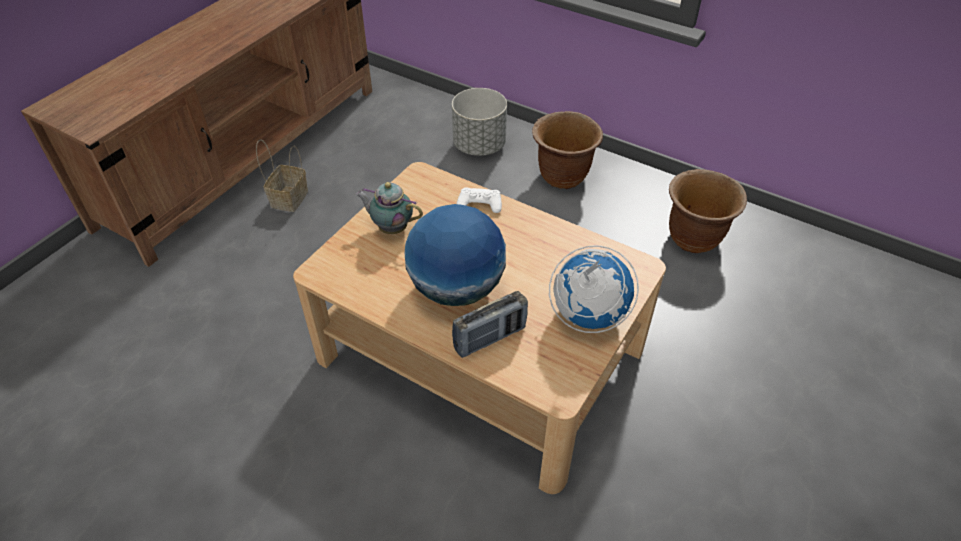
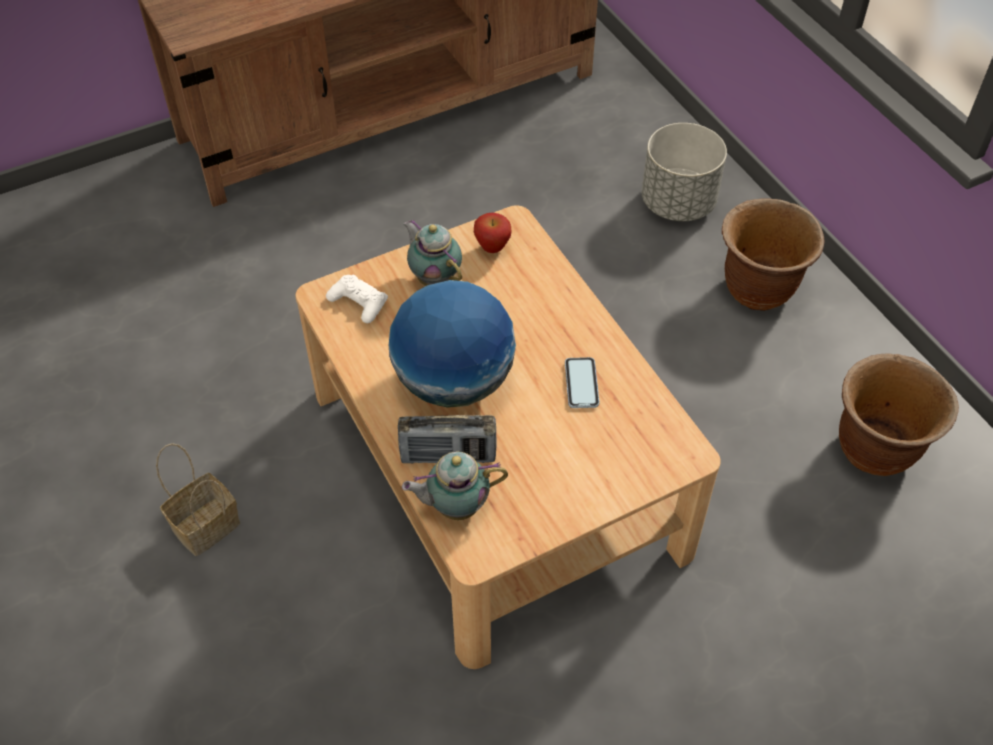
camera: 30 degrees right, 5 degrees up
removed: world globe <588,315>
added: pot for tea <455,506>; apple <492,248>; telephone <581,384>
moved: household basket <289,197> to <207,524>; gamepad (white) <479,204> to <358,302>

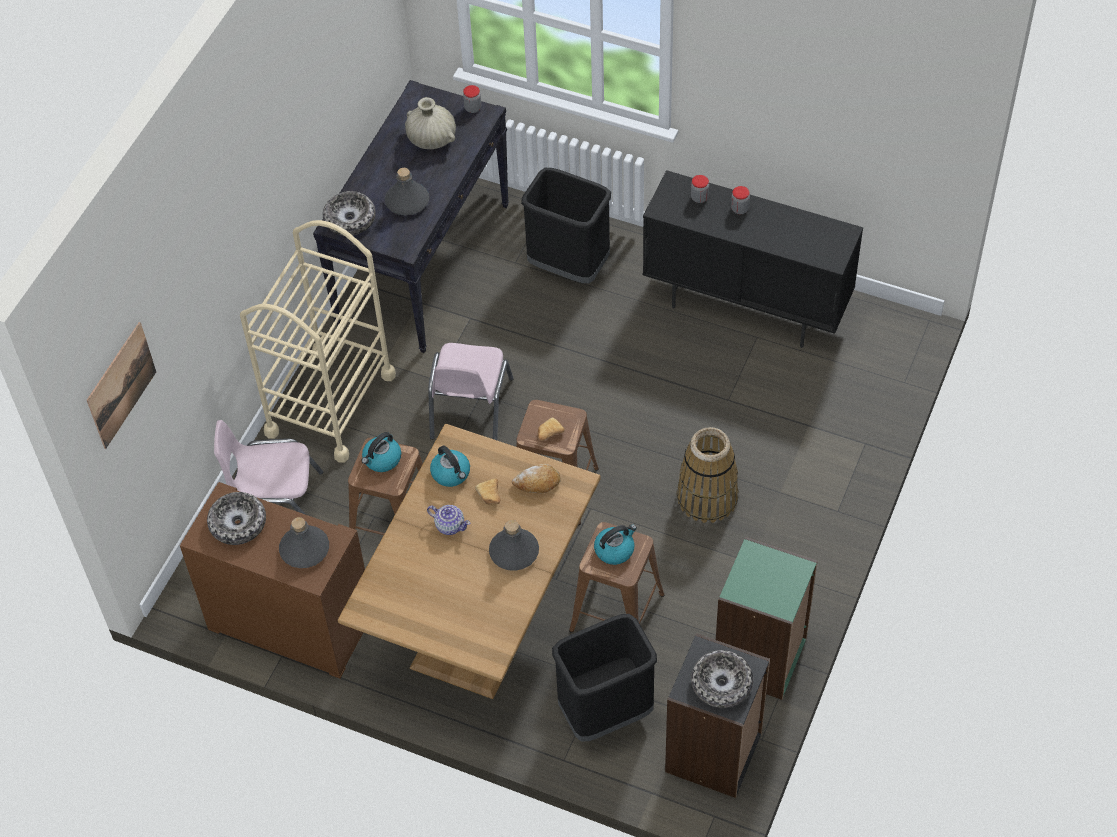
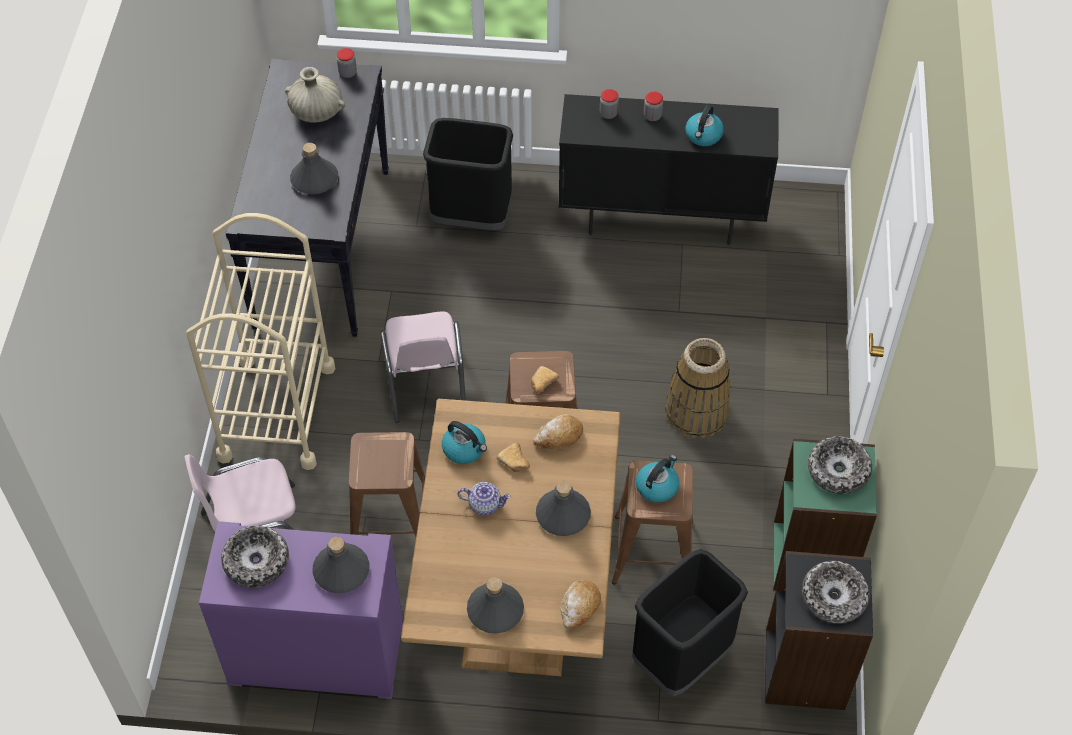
camera: 20 degrees left, 0 degrees up
removed: wall picture <121,385>
added: drink bottle (greyish) <495,610>; bakery bread <579,607>
moved: bowl <350,219> to <838,470>; kettle <382,460> to <703,136>
recoloured: chest of drawers (brownish) <290,623> to chest of drawers (purplish) <316,654>

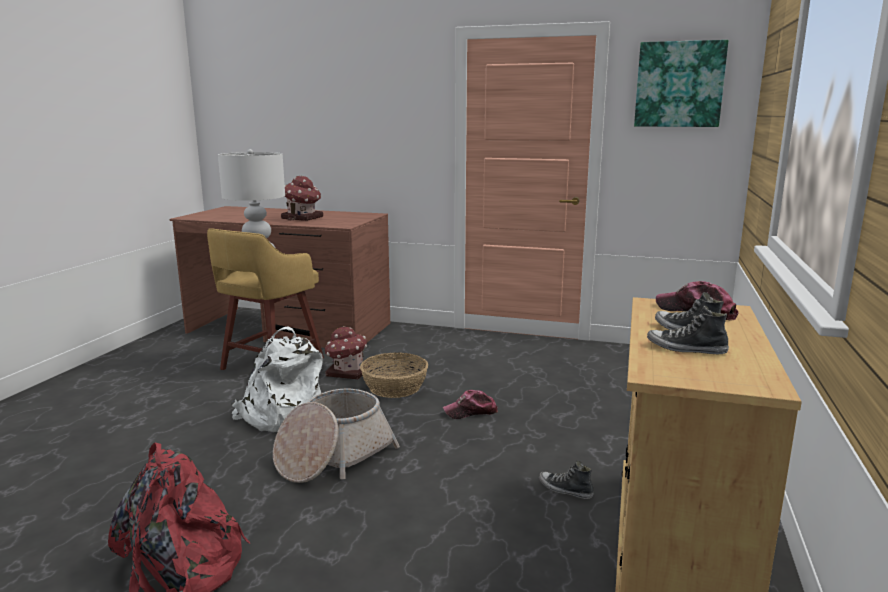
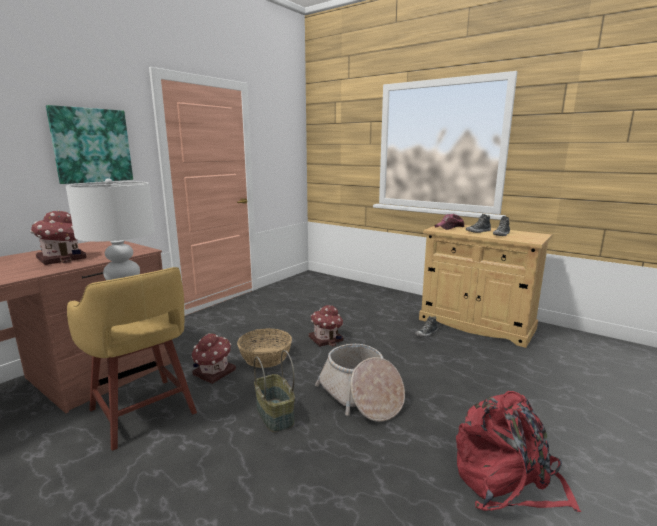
camera: 70 degrees left, 0 degrees up
moved: wall picture <679,84> to <91,145>
replaced: knapsack (white) <281,416> to household basket <274,415>; cap <471,412> to model house <326,339>

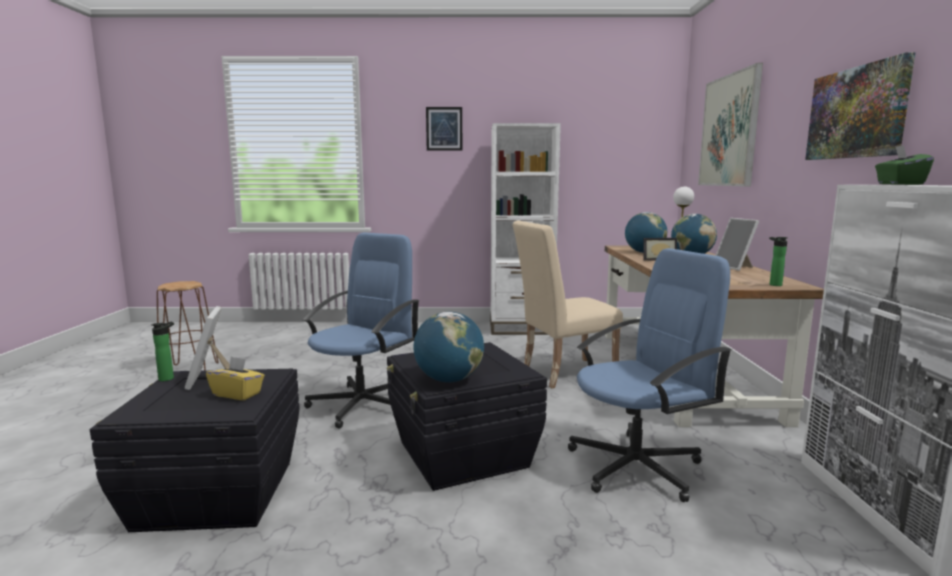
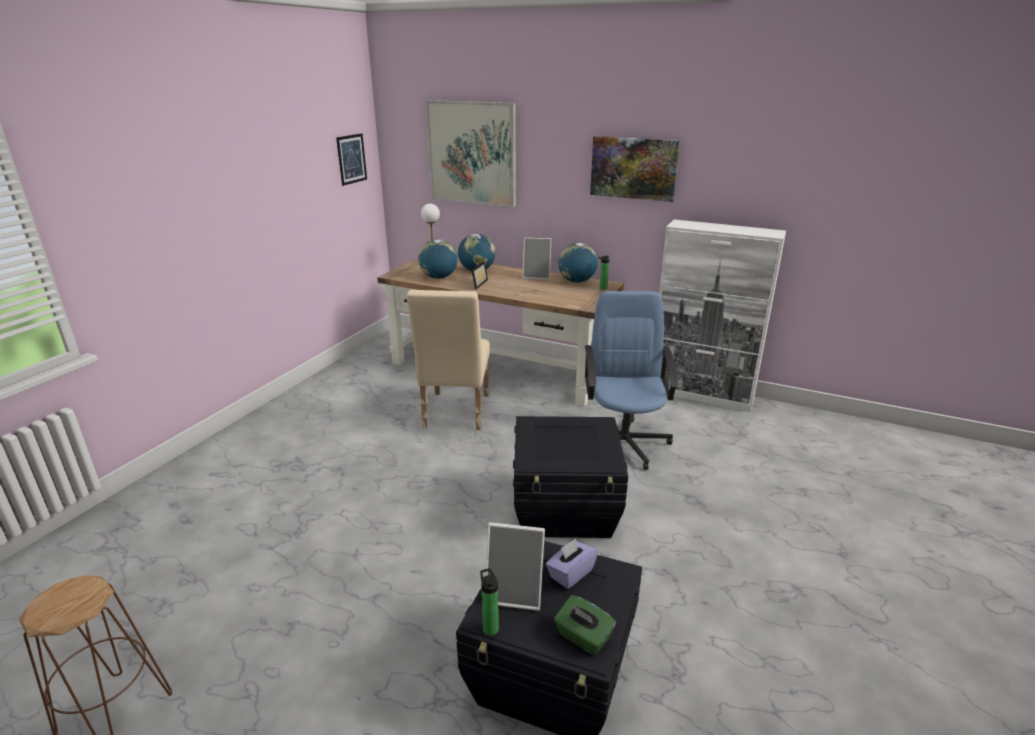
camera: 65 degrees left, 15 degrees up
removed: desk chair (blue-coloured) <363,404>; shelving unit (white) <521,328>
moved: world globe <449,380> to <577,281>; wall picture <444,128> to <351,159>; box of tissues (greenish) <899,184> to <583,637>
recoloured: box of tissues (yellowish) <237,394> to box of tissues (purplish) <570,573>

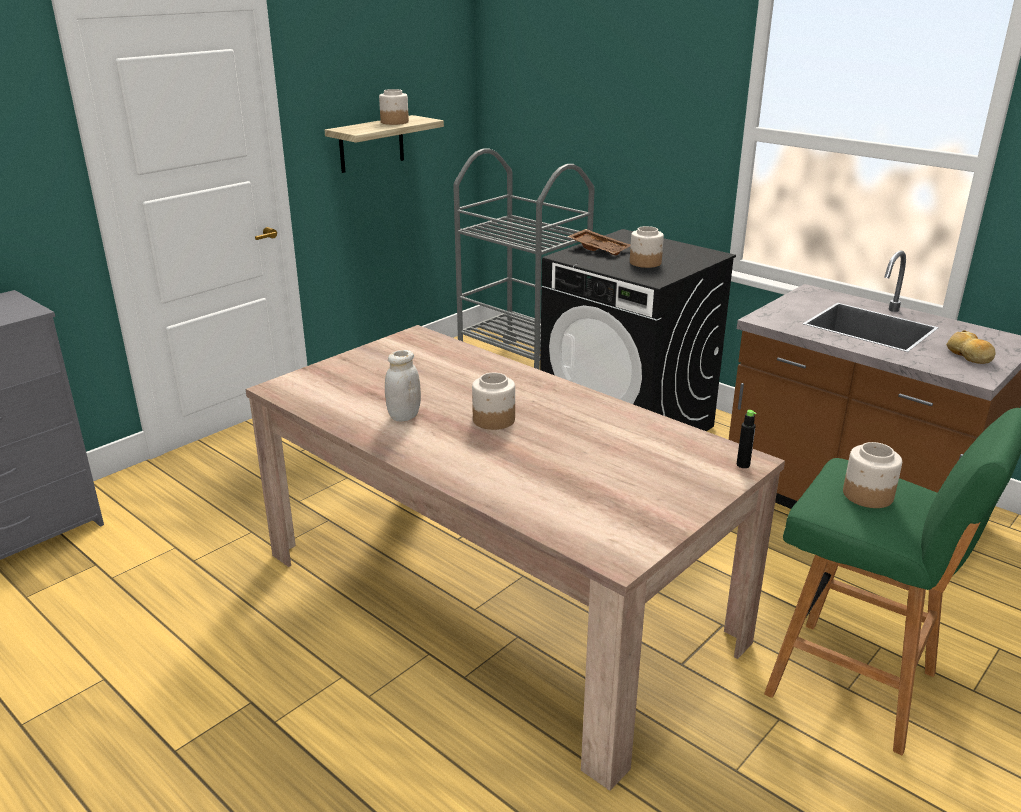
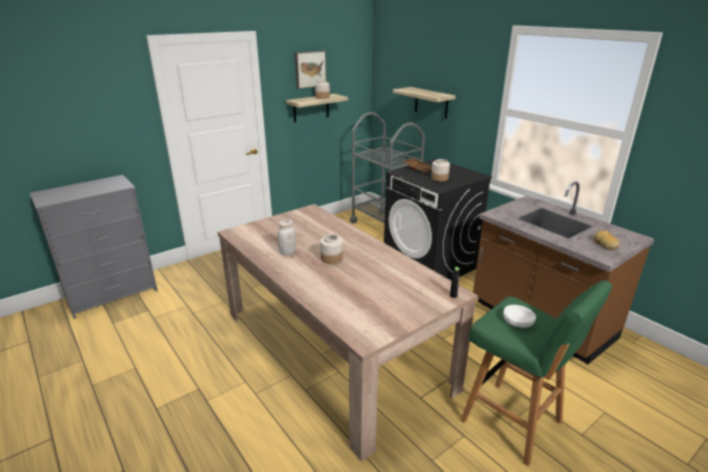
camera: 10 degrees right, 0 degrees up
added: wall picture <310,69>; shelf <431,102>
replaced: storage jar <867,495> to bowl (white) <518,320>

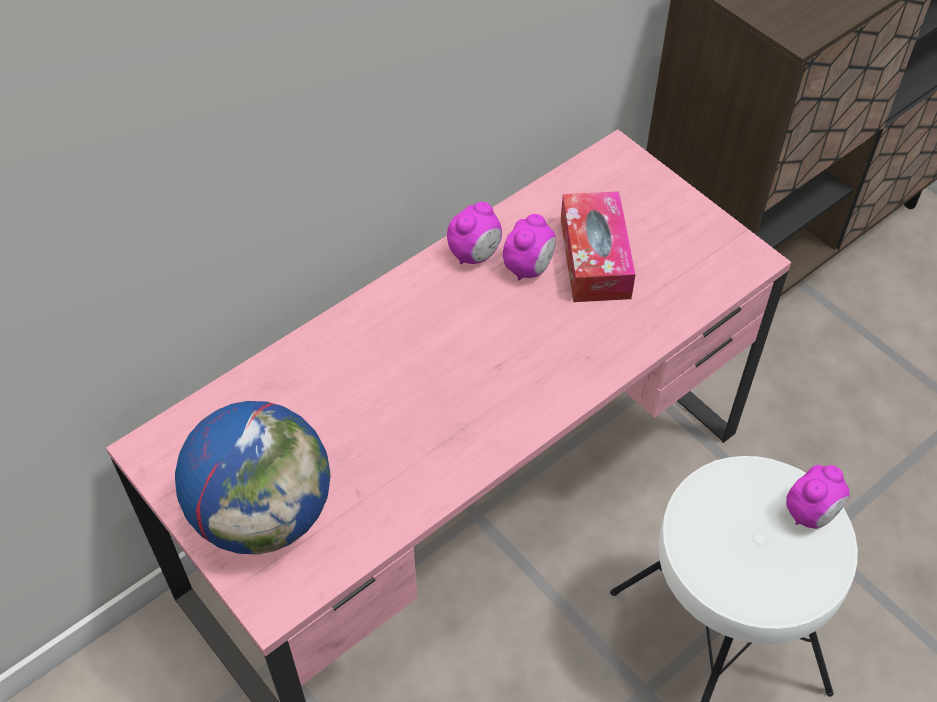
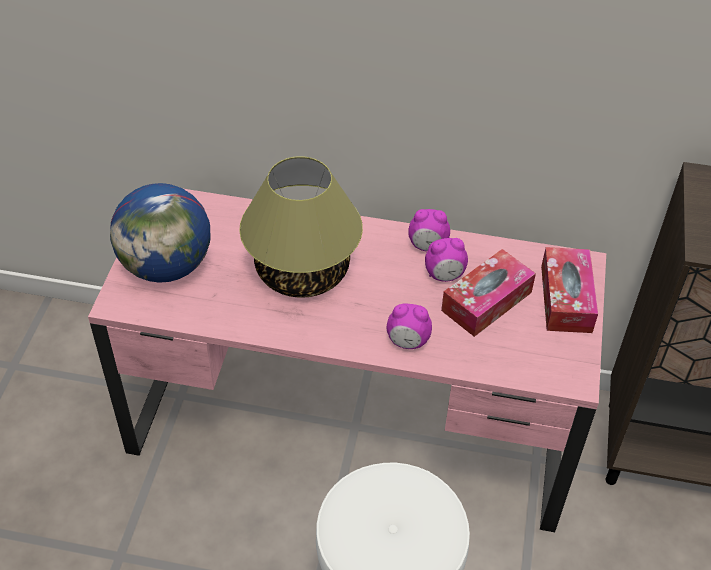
camera: 50 degrees right, 5 degrees down
added: tabletop lamp <301,272>; box of tissues <566,298>
moved: table clock <811,513> to <408,341>

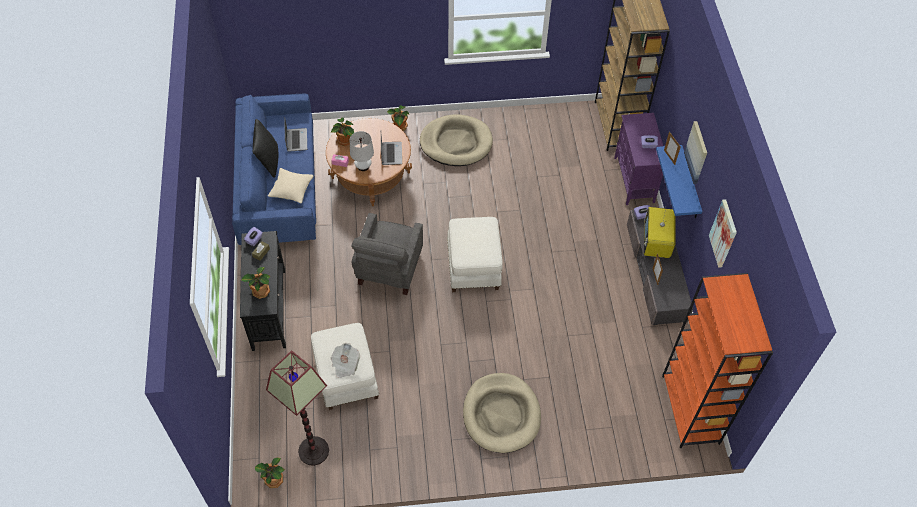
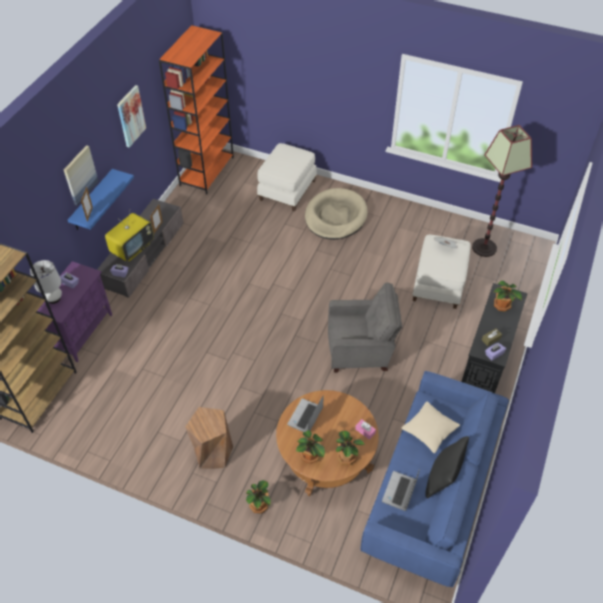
camera: 150 degrees left, 5 degrees down
moved: potted plant <273,479> to <310,456>; tabletop lamp (white) <363,166> to <54,298>; ottoman (white) <474,266> to <287,189>
replaced: pet bed (beige) <456,143> to stool (brownish) <213,453>
turned: lounge chair (greyish) <388,269> = <360,351> 45 degrees clockwise

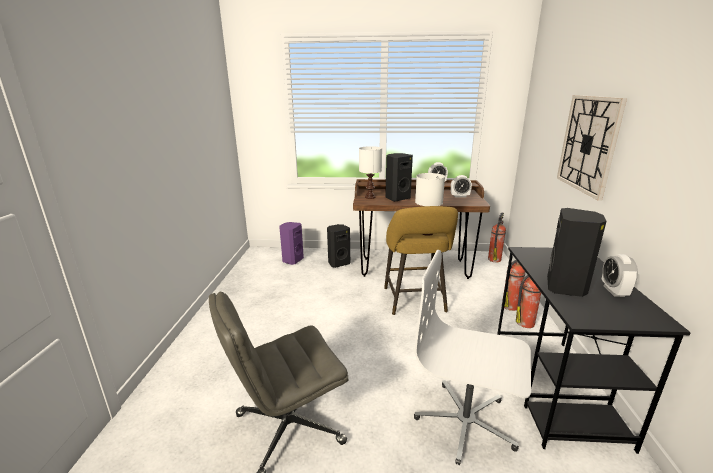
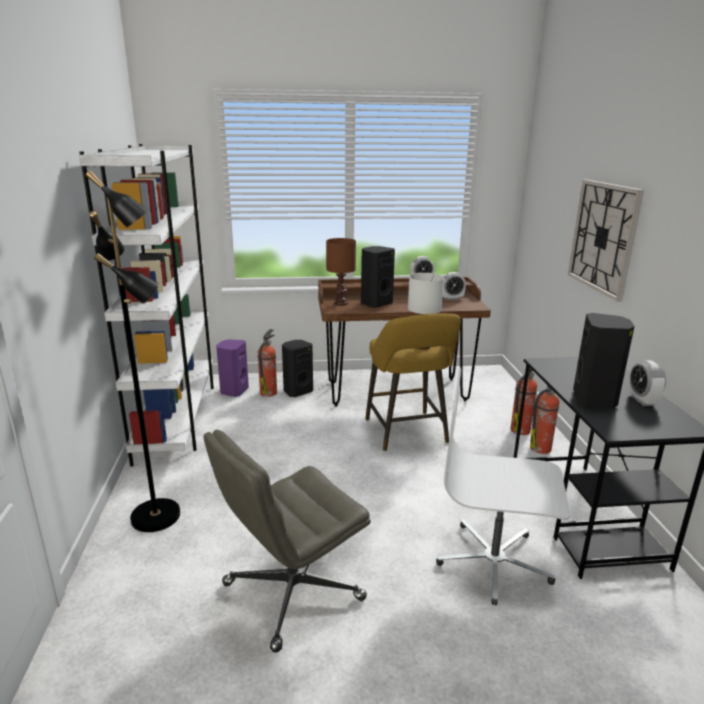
camera: 10 degrees left, 0 degrees up
added: shelving unit (white) <178,417>; standing lamp (black) <157,516>
moved: fire-fighting cylinder <494,259> to <269,392>
recoloured: tabletop lamp (white) <370,197> to tabletop lamp (brownish) <341,303>

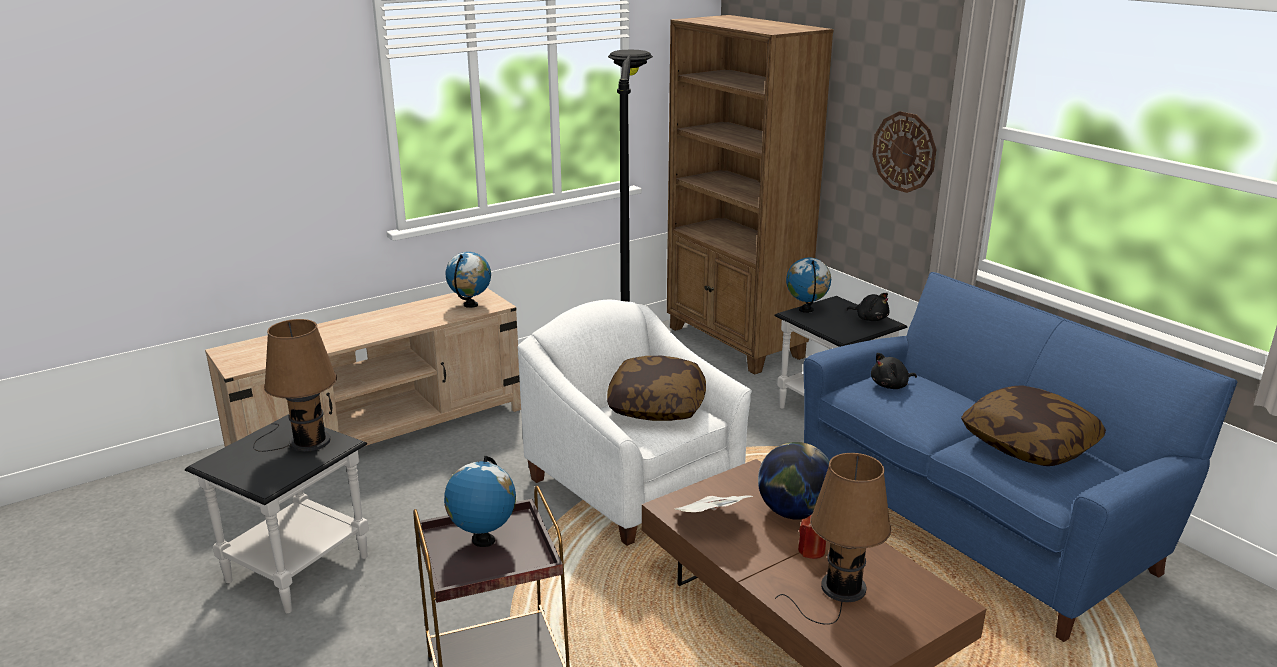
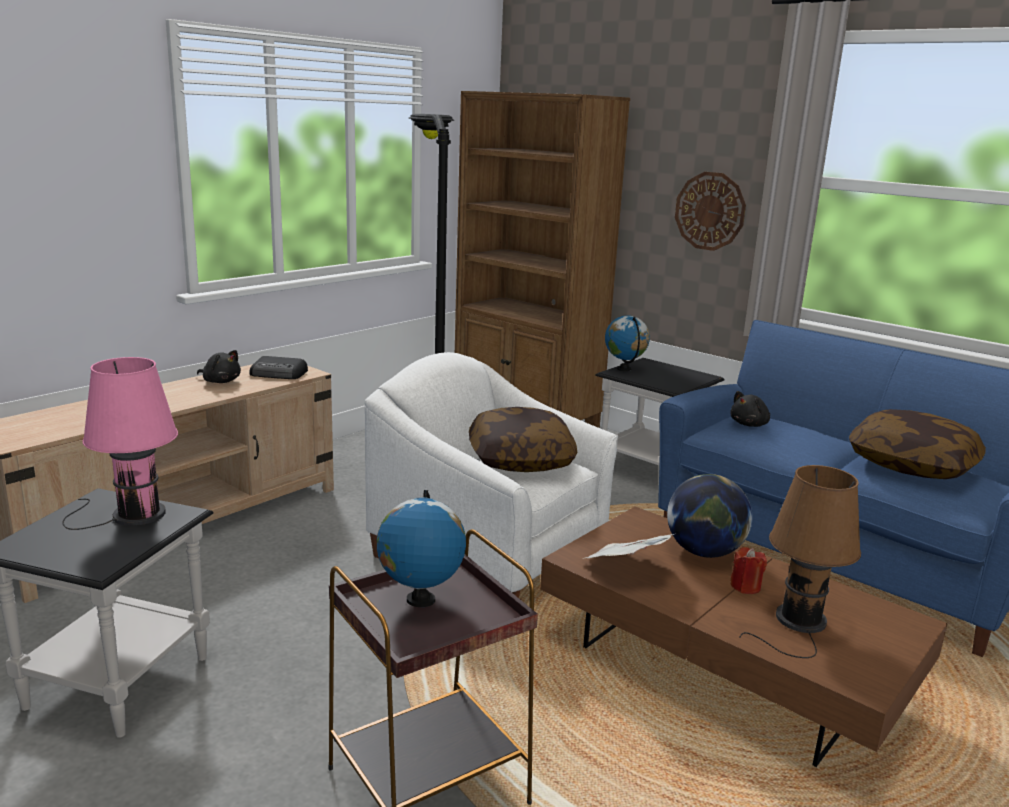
camera: 15 degrees left, 5 degrees down
moved: plush toy (black) <870,319> to <221,381>
replaced: world globe <470,305> to radio set <279,374>
recoloured: tabletop lamp (brownish) <305,441> to tabletop lamp (pink) <132,515>

